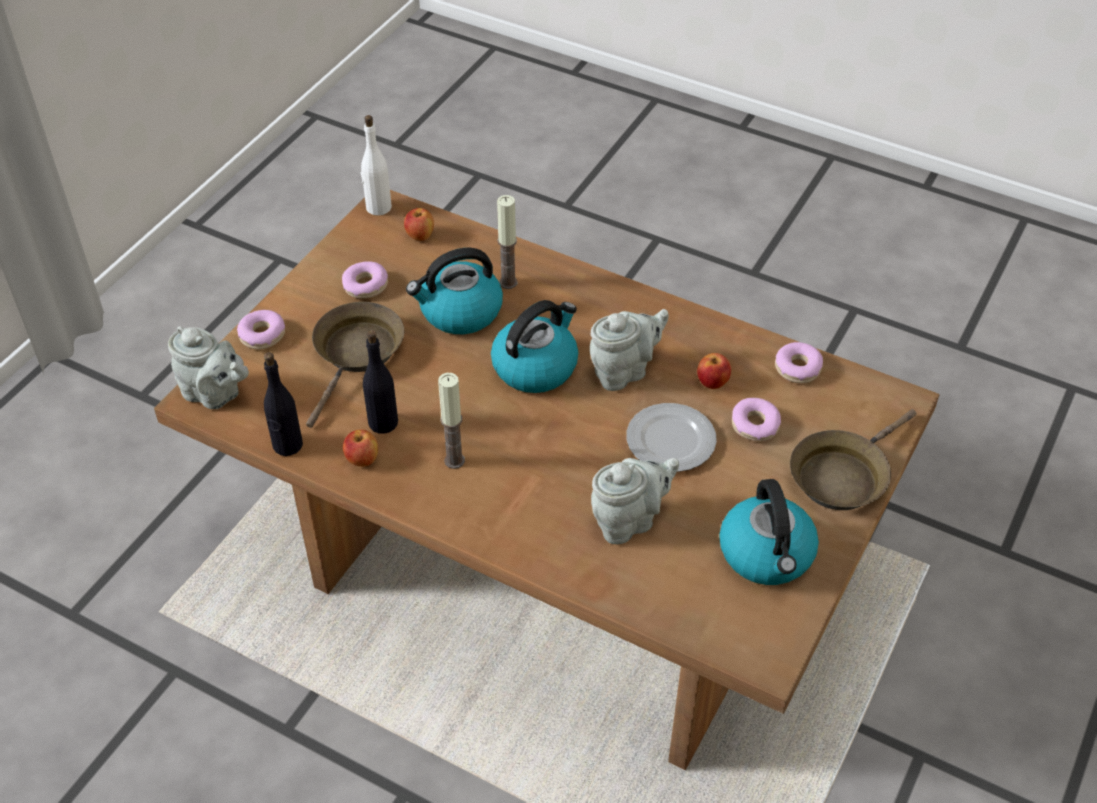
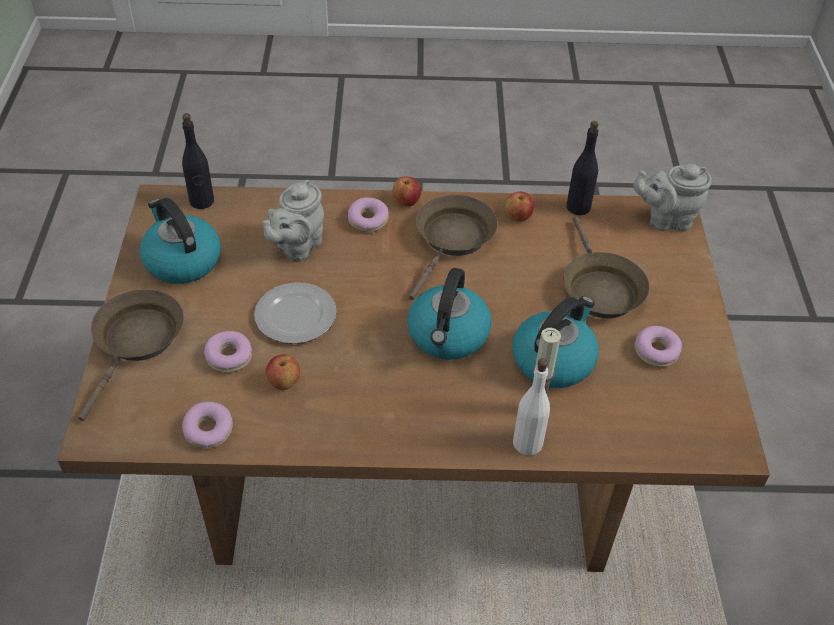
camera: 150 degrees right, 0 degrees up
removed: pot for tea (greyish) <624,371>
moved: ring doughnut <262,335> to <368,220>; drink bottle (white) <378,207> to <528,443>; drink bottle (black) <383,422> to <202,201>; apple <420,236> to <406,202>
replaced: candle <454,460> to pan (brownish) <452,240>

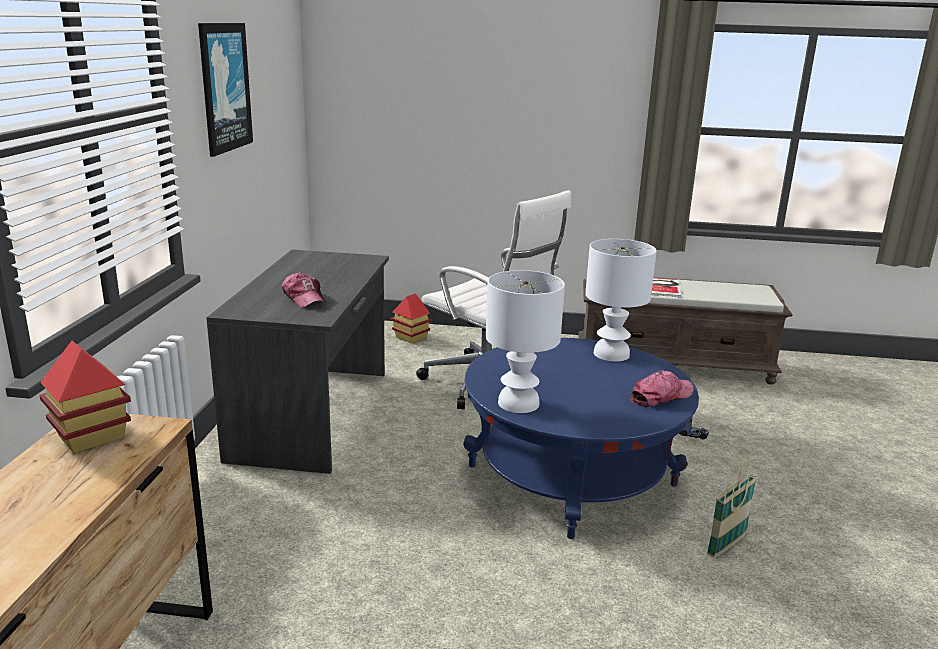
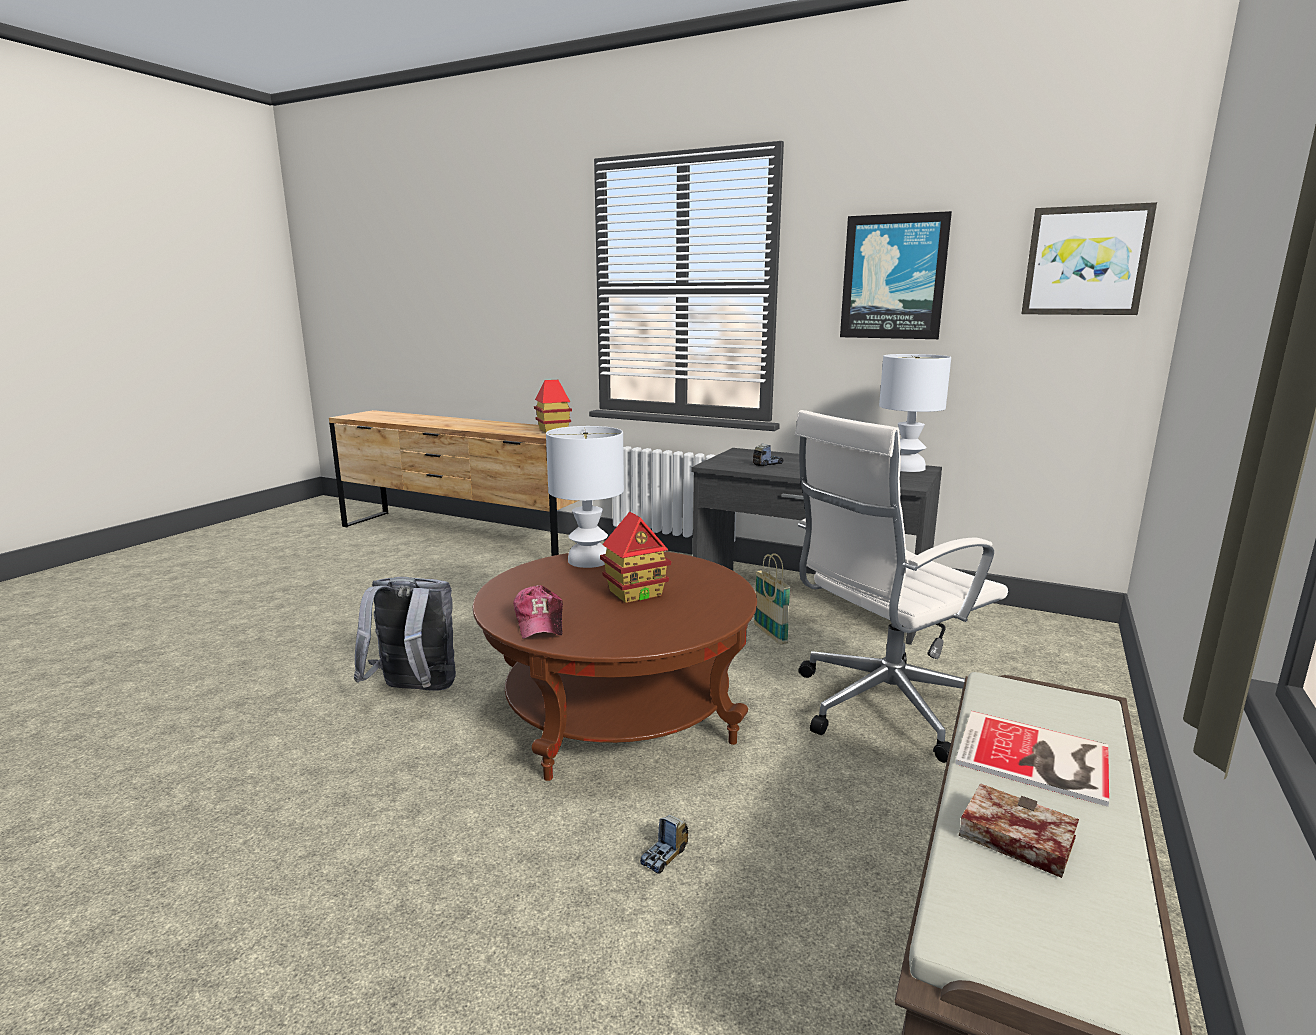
camera: 110 degrees right, 5 degrees down
added: knapsack (greyish) <414,691>; volume <1011,838>; wall picture <1085,261>
moved: model house <410,338> to <635,593>; tabletop lamp (white) <612,354> to <905,468>; household basket <726,546> to <770,634>
replaced: cap <304,298> to toy truck <767,464>
recoloured: low table (blue-coloured) <571,475> to low table (brownish) <618,710>

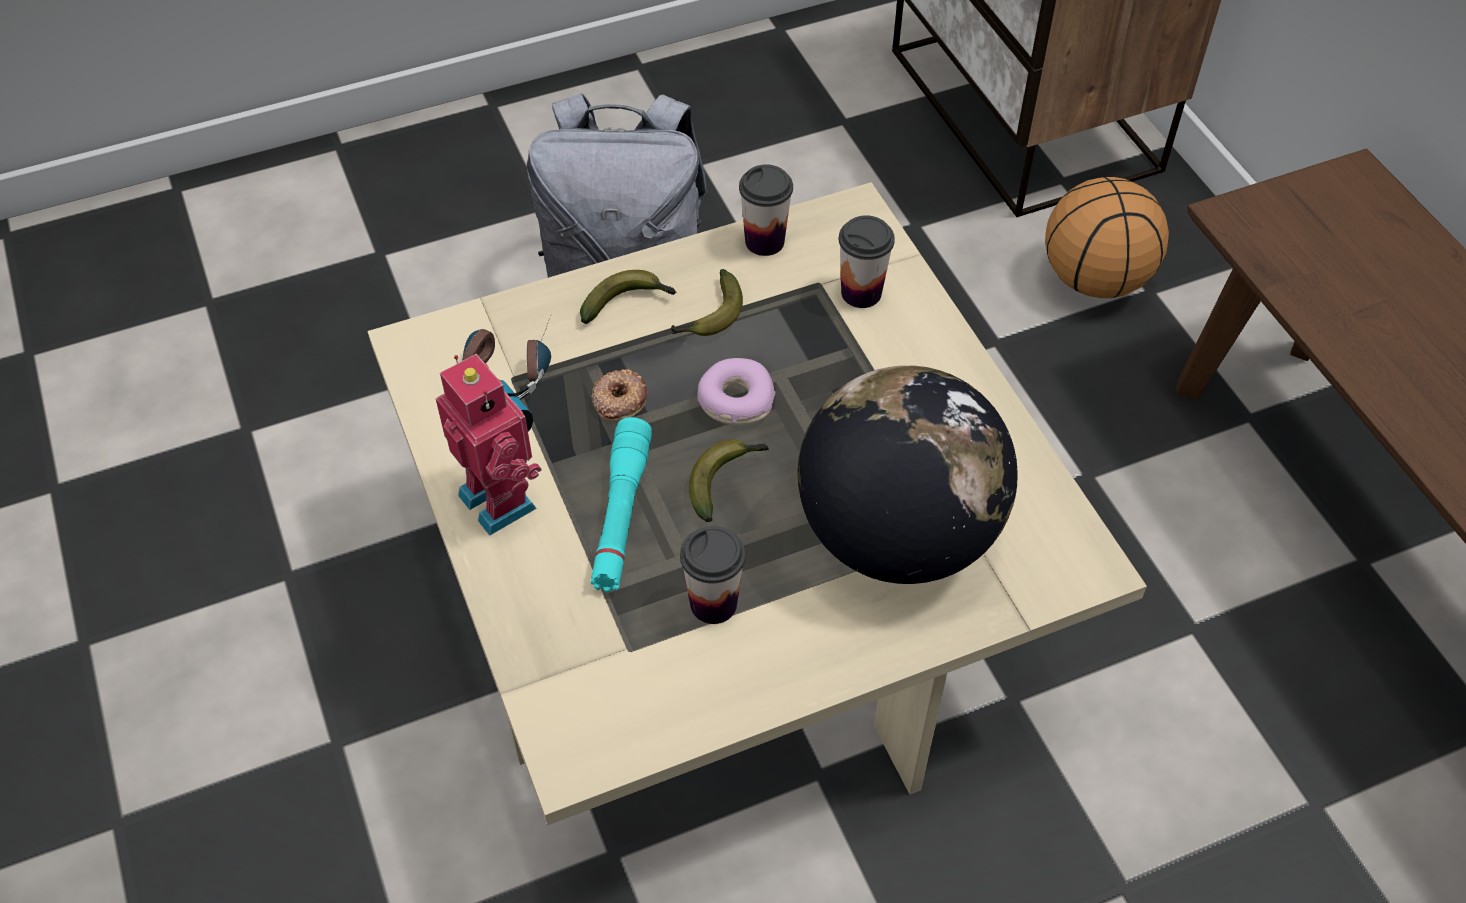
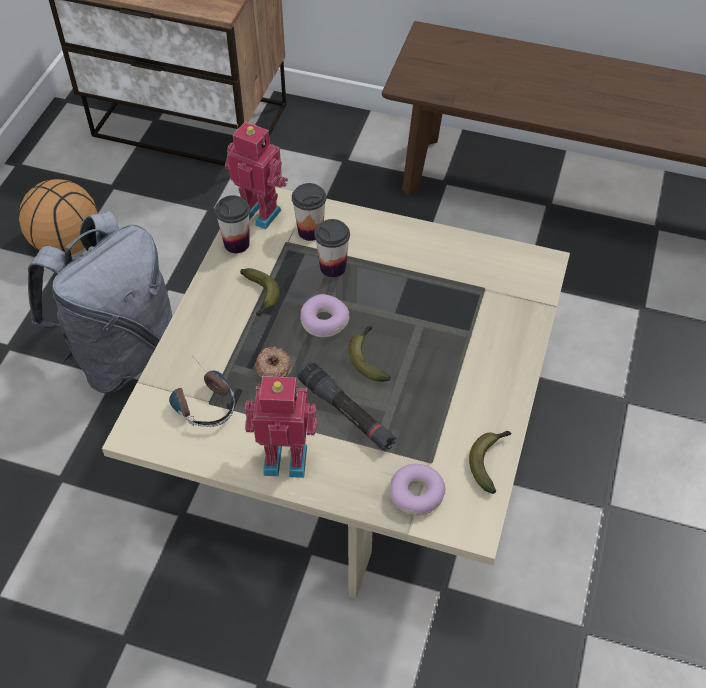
camera: 50 degrees left, 0 degrees up
removed: world globe <897,534>
added: toy robot <260,212>; ring doughnut <417,494>
moved: banana <628,303> to <490,461>; cup <713,603> to <333,267>; ball for basketball <1094,280> to <67,244>
recoloured: torch (turquoise-coloured) <621,514> to torch (black) <346,413>

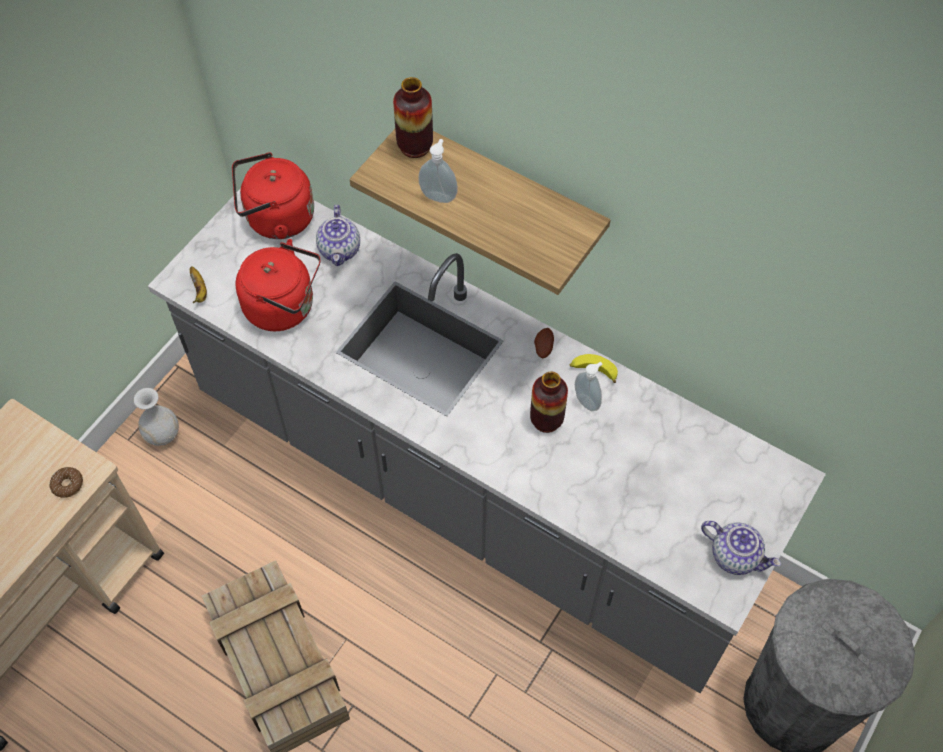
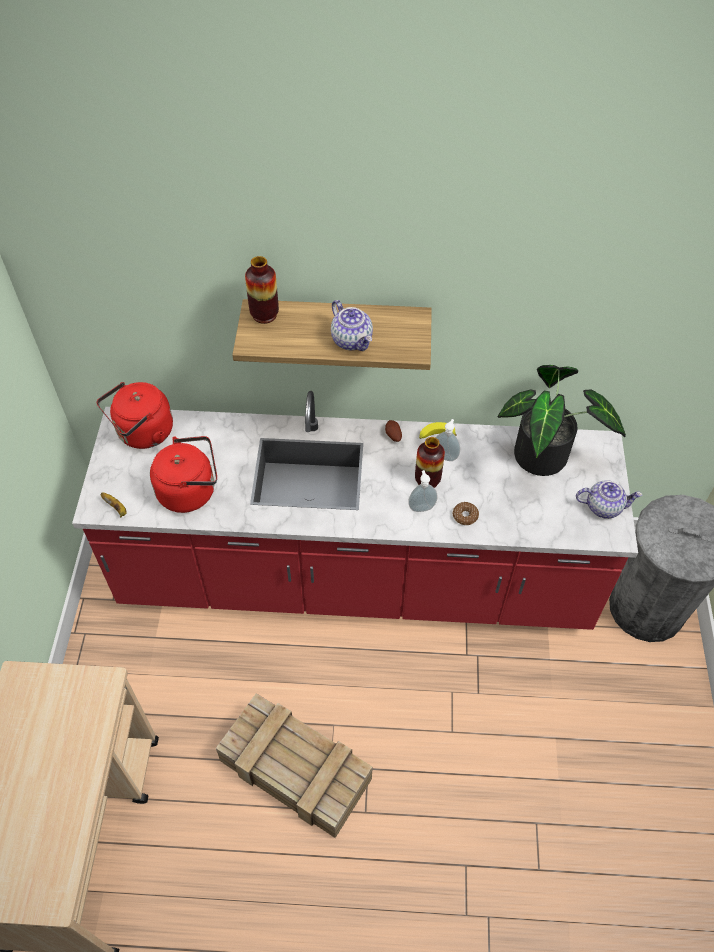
camera: 30 degrees left, 5 degrees down
removed: vase (white) <163,434>
added: potted plant <546,459>
moved: ring doughnut <68,484> to <465,516>; pot for tea <340,250> to <352,340>; soap bottle <439,196> to <421,507>
recoloured: counter (greyish) <471,489> to counter (reddish) <356,578>

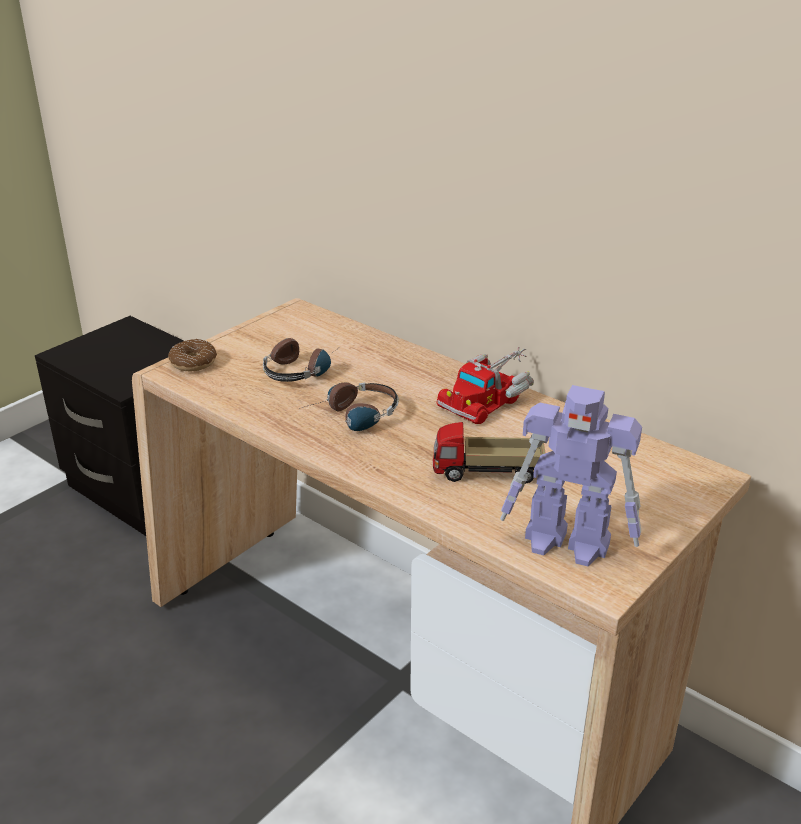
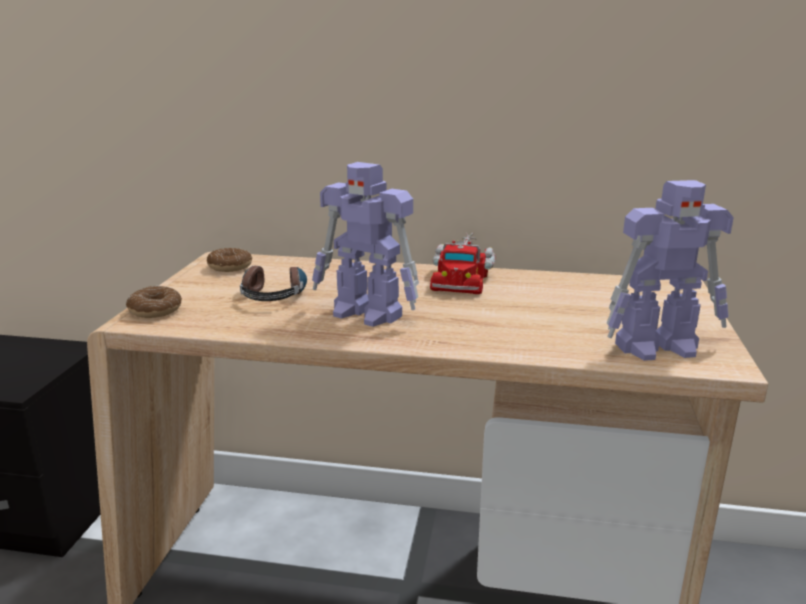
camera: 30 degrees left, 10 degrees down
removed: toy truck <487,474>
added: ring doughnut <230,267>
replaced: pair of headphones <352,418> to toy robot <368,314>

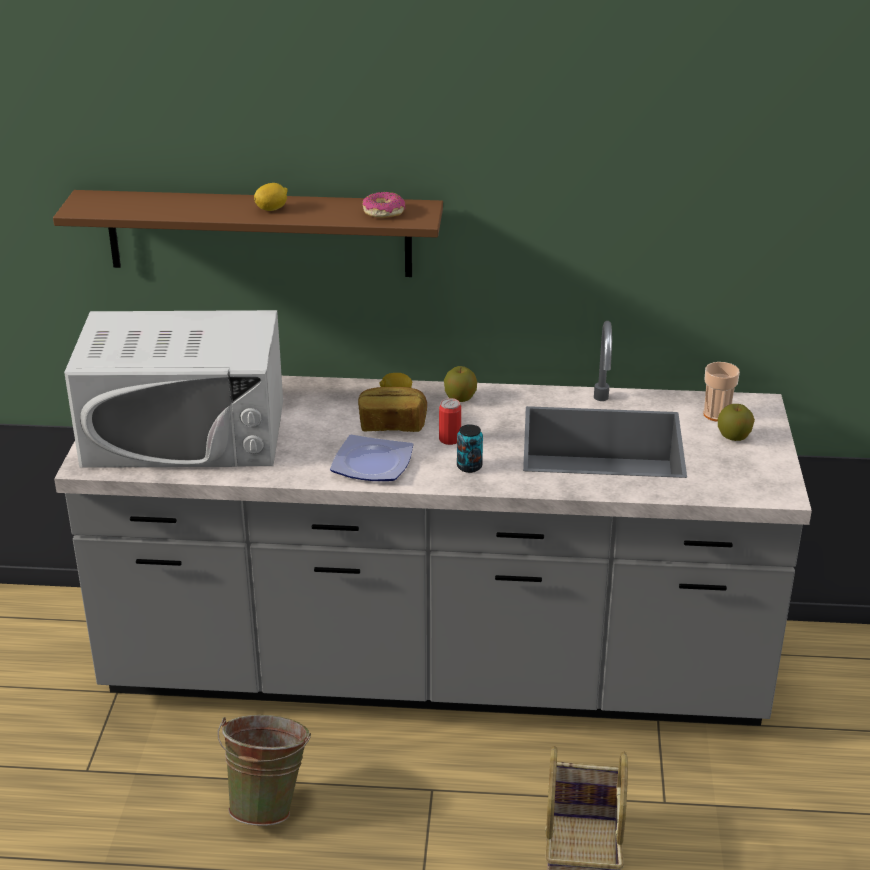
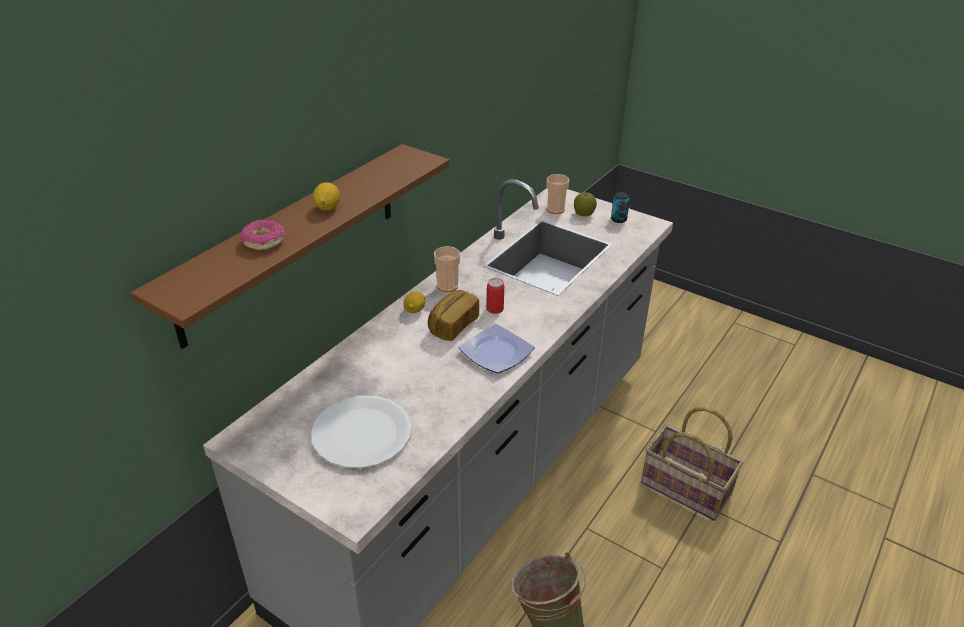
camera: 60 degrees left, 5 degrees up
moved: ring doughnut <383,212> to <263,241>; metal can <469,466> to <618,219>
replaced: microwave oven (white) <185,433> to plate (white) <362,433>; apple <460,398> to cup <447,286>

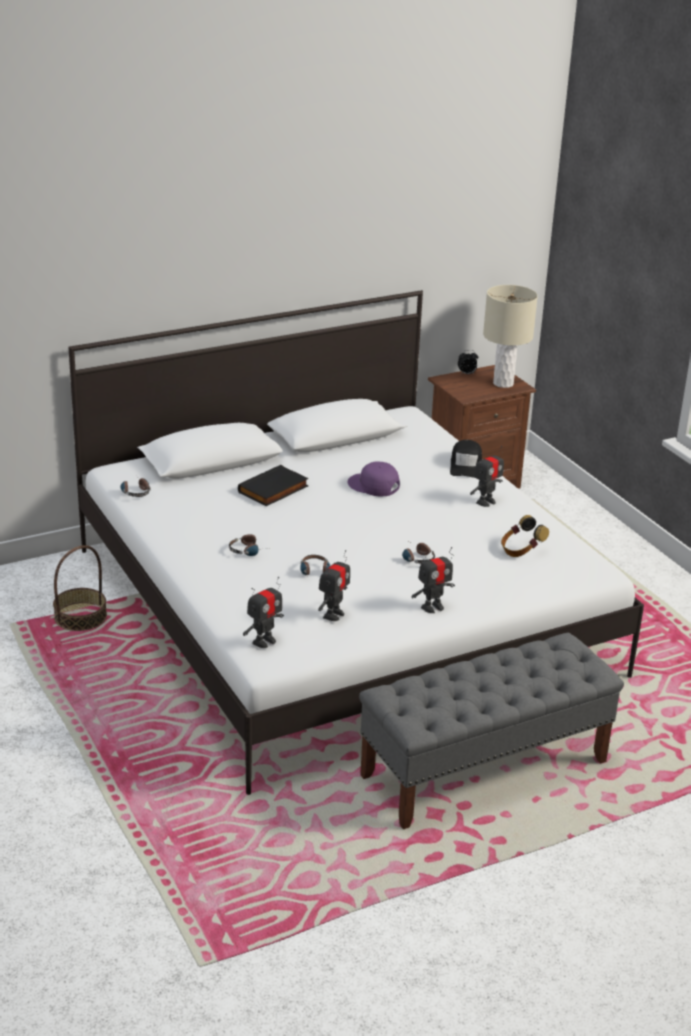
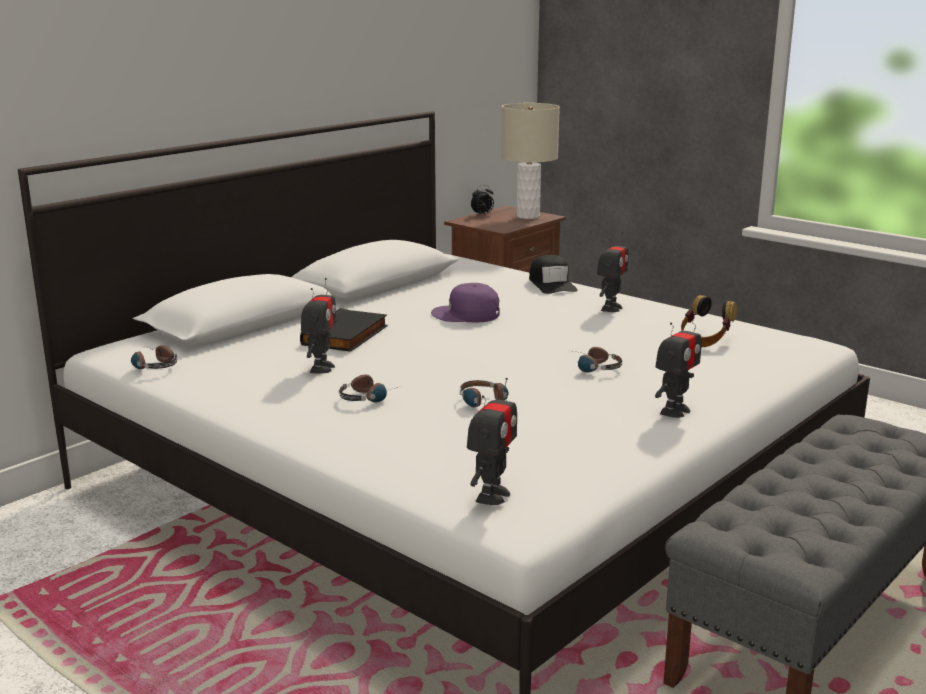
camera: 20 degrees left, 10 degrees down
removed: household basket <80,617>
moved: toy robot <333,614> to <321,368>

